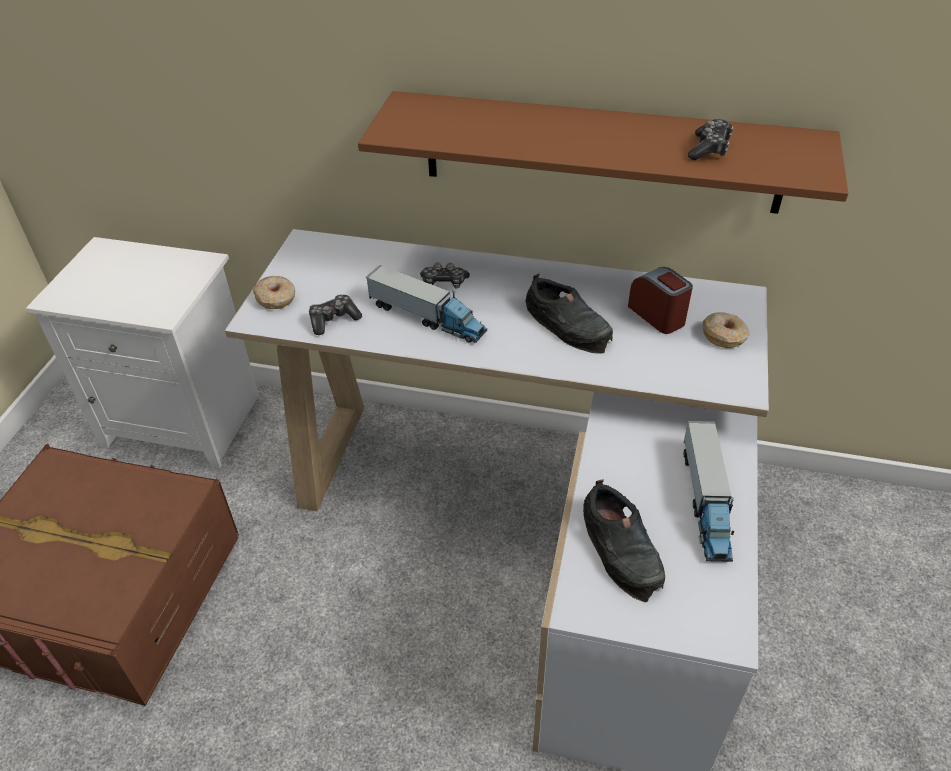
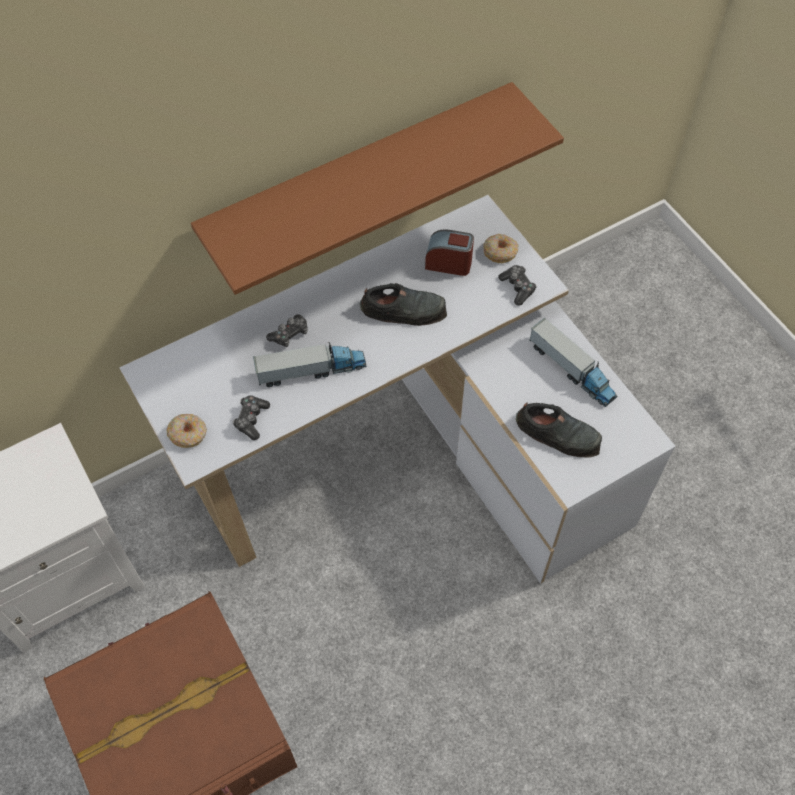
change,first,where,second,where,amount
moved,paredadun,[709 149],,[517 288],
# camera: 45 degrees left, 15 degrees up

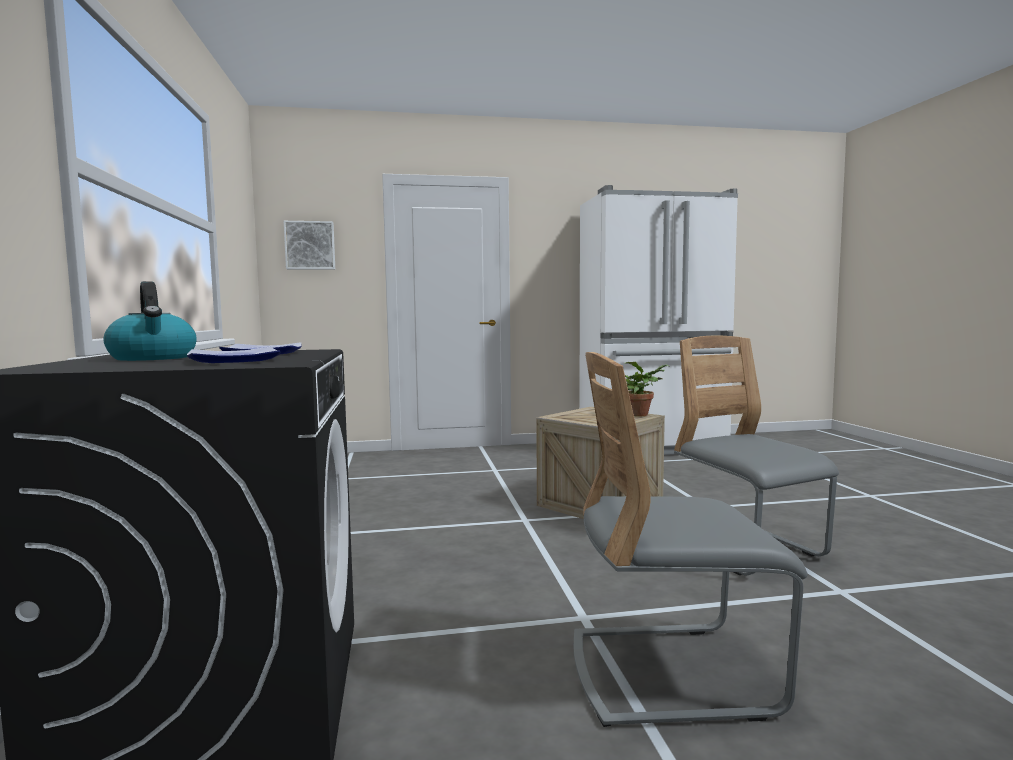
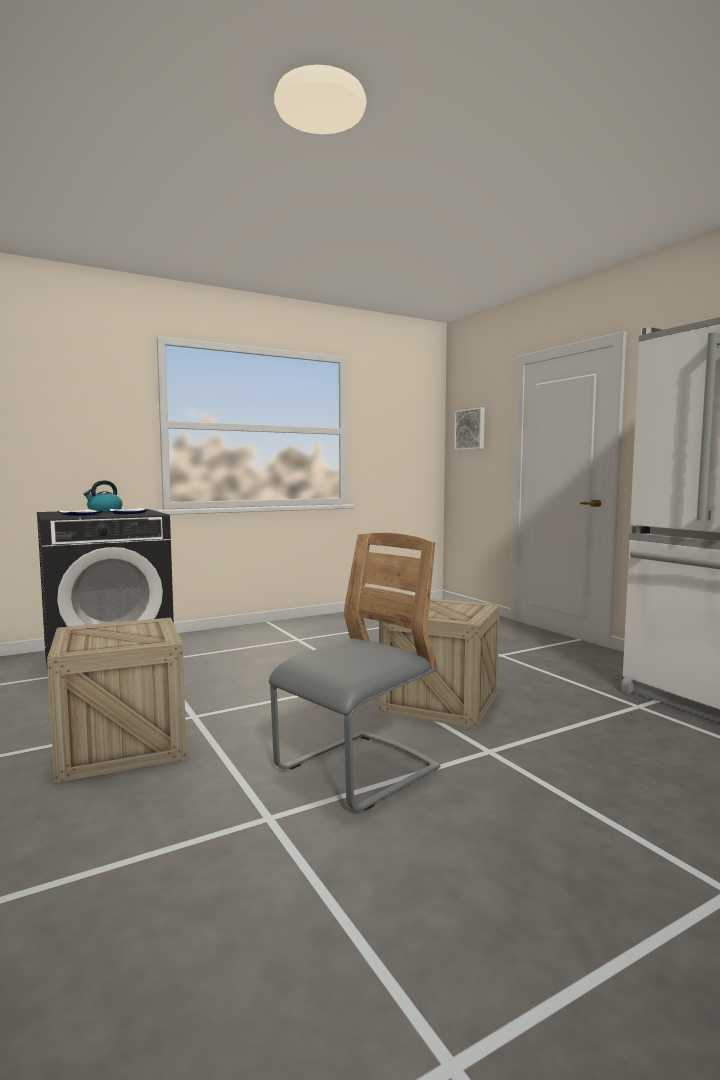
change,first,where,second,where,amount
removed,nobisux,[640 414],,,
replaced,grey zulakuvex,[671 672],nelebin,[121 745],
# camera: 70 degrees right, 0 degrees up

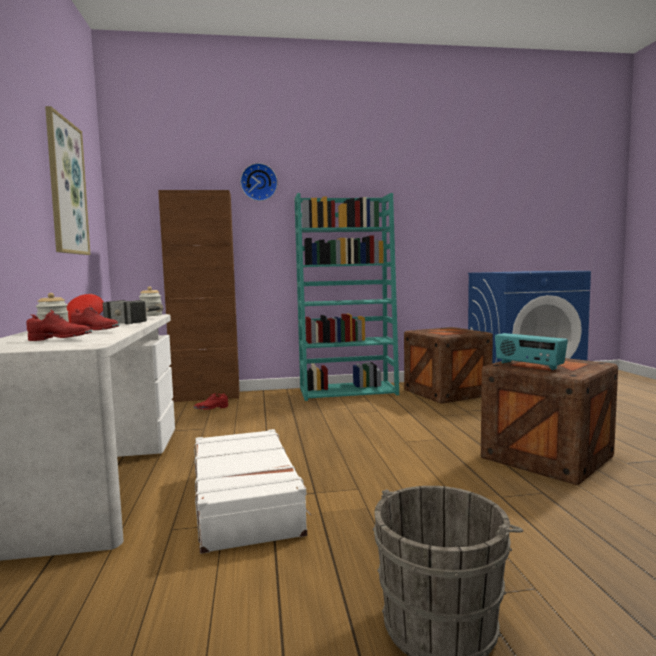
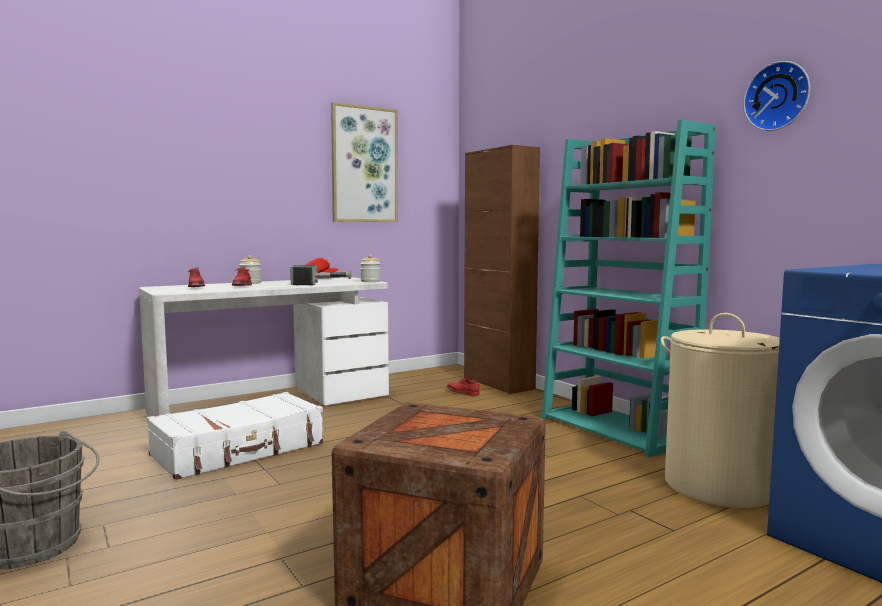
change,first,where,second,where,amount
removed,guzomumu,[528 365],,,
moved,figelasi,[259 182],,[778 97],
replaced,nelebin,[446 393],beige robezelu,[719 486],
# camera: 65 degrees right, 0 degrees up

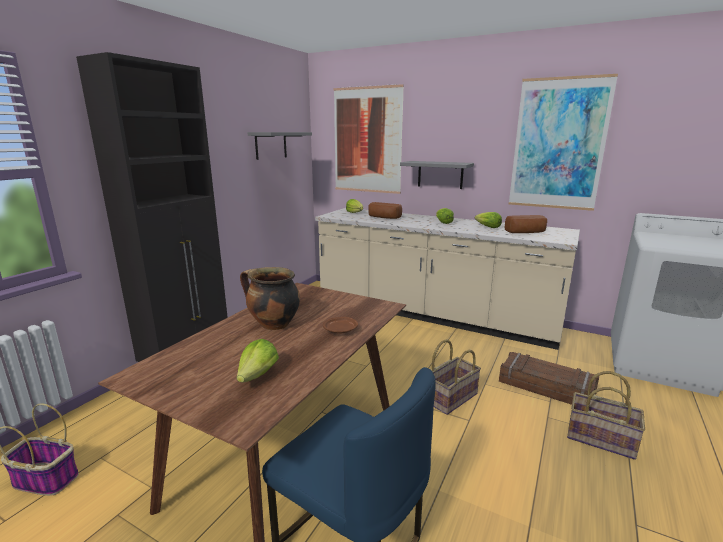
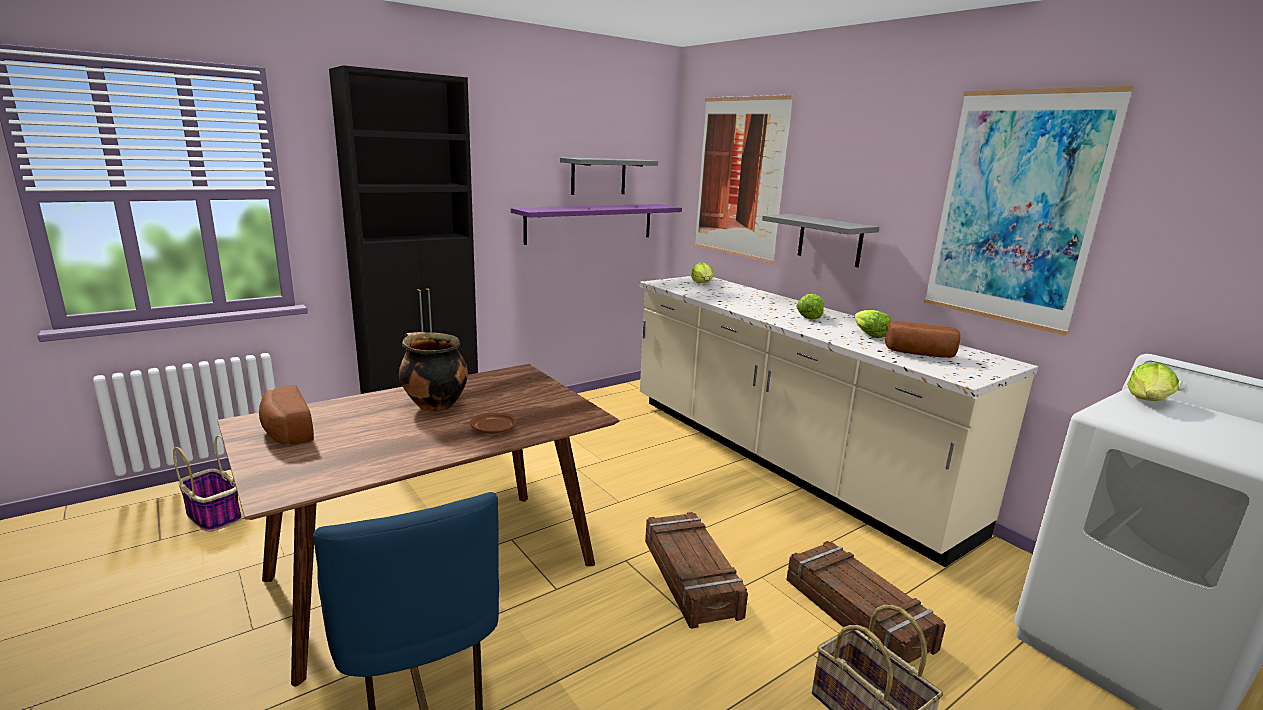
change,first,where,second,where,amount
added,,,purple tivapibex,[590 223],
moved,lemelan,[258 375],,[1148 401],
moved,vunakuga,[383 217],,[285 432],
replaced,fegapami,[451 397],nelebin,[691 577],
# camera: 25 degrees right, 0 degrees up

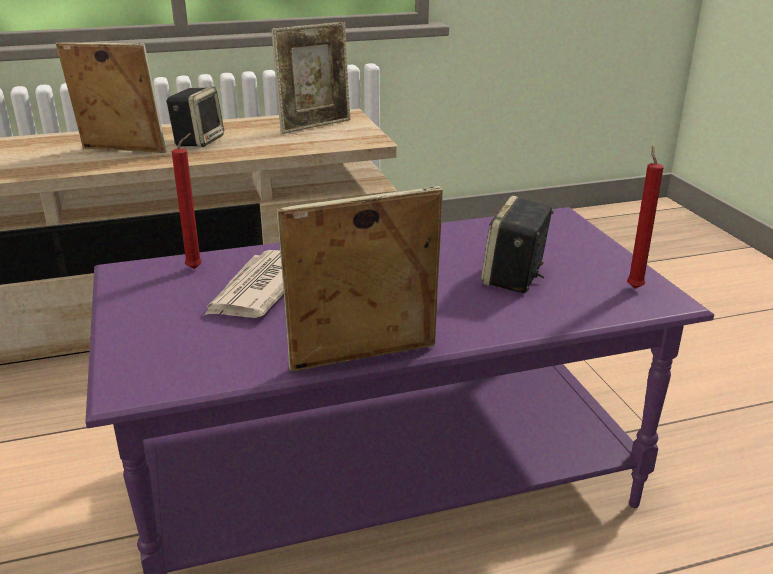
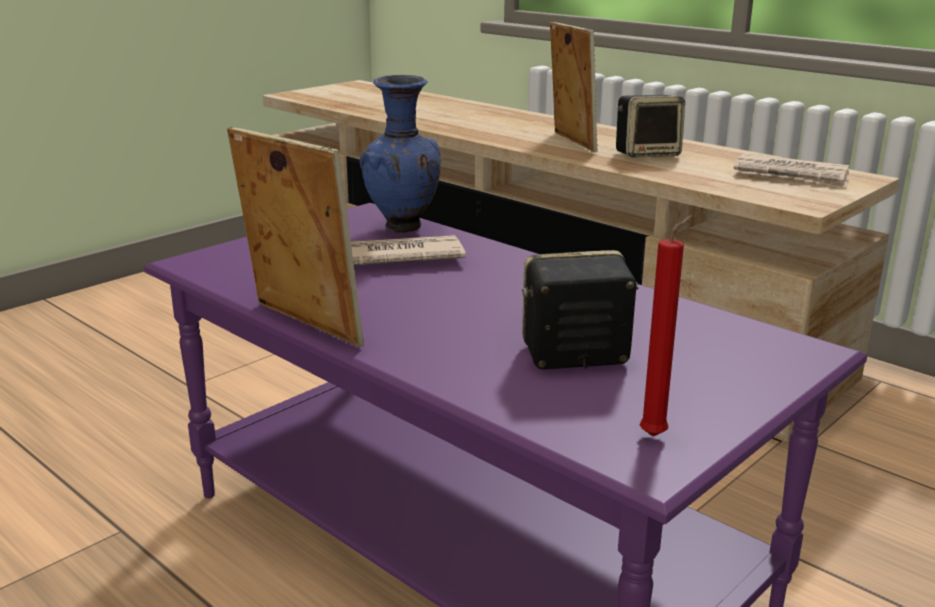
change,first,where,second,where,amount
replaced,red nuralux,[197 268],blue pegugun,[403 229],
replaced,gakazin,[315 126],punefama,[791 176],
# camera: 60 degrees right, 5 degrees down

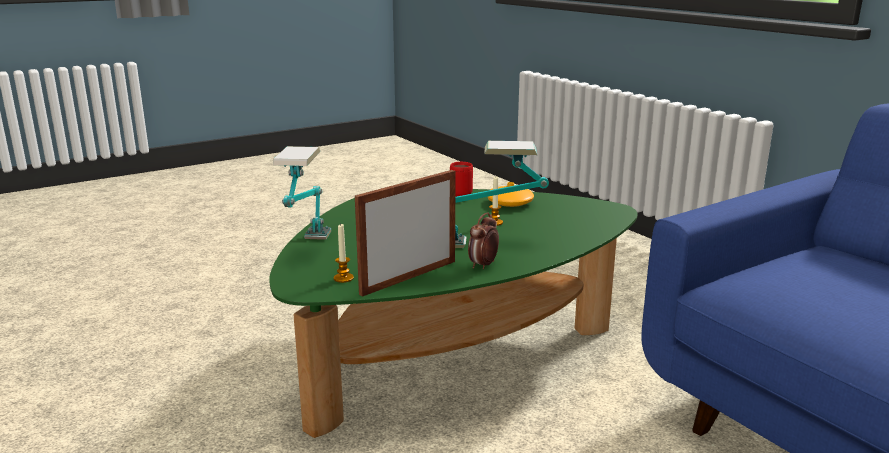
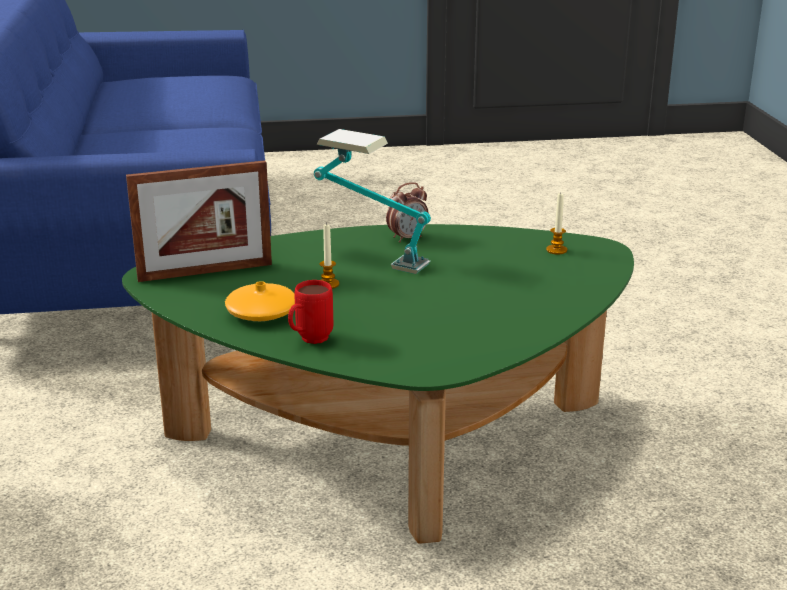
change,first,where,second,where,amount
removed,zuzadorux,[308 249],,,
moved,gakazin,[409 277],,[205 272],
# camera: 155 degrees left, 5 degrees up

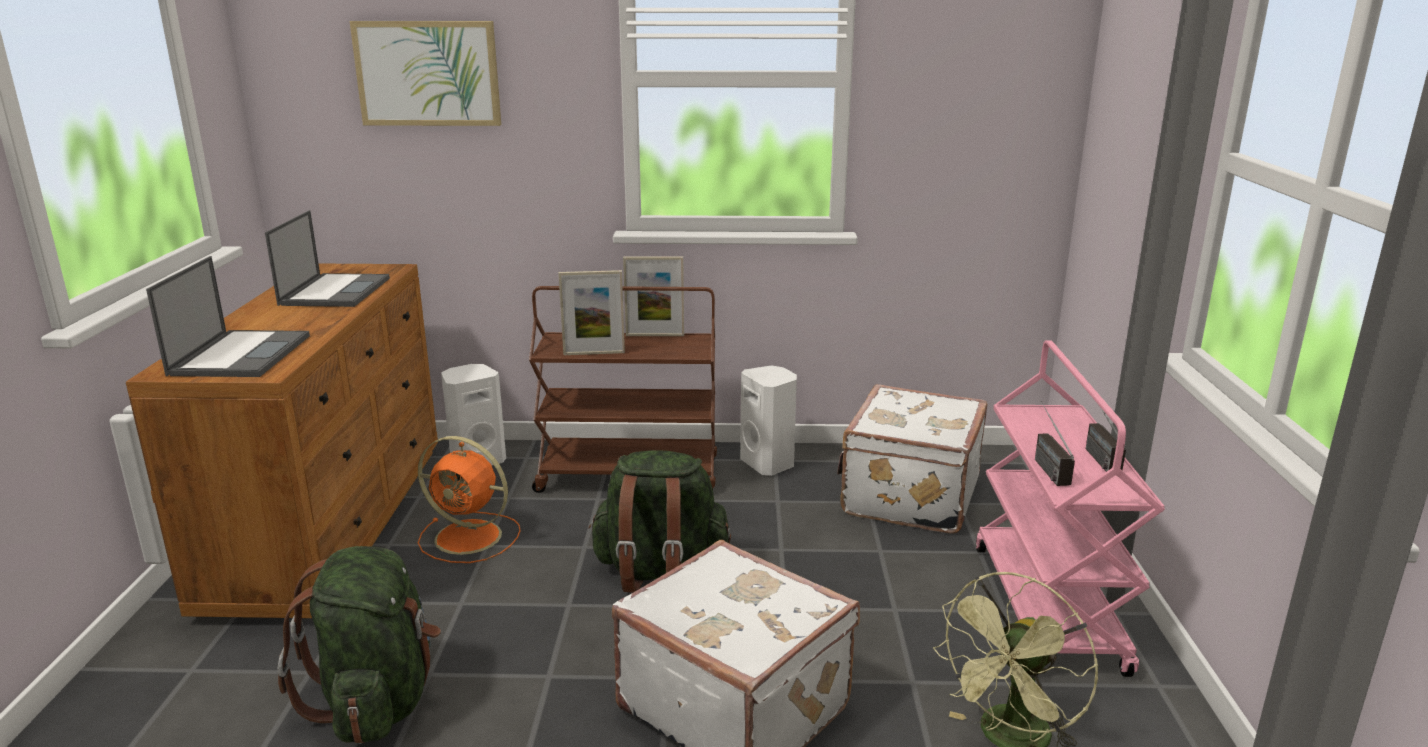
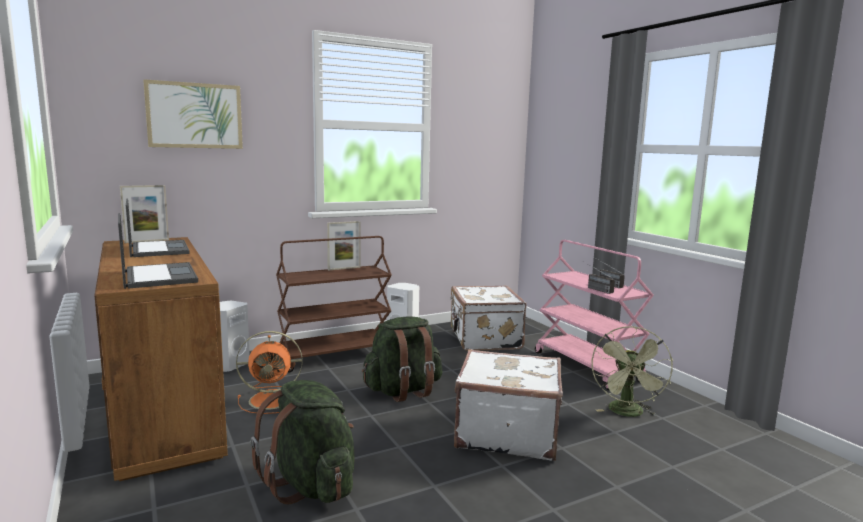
change,first,where,second,where,amount
moved,gakazin,[594 353],,[147 241],
# camera: 30 degrees left, 10 degrees down

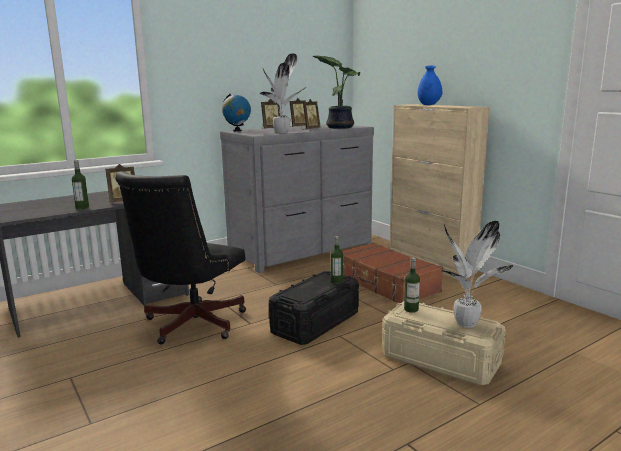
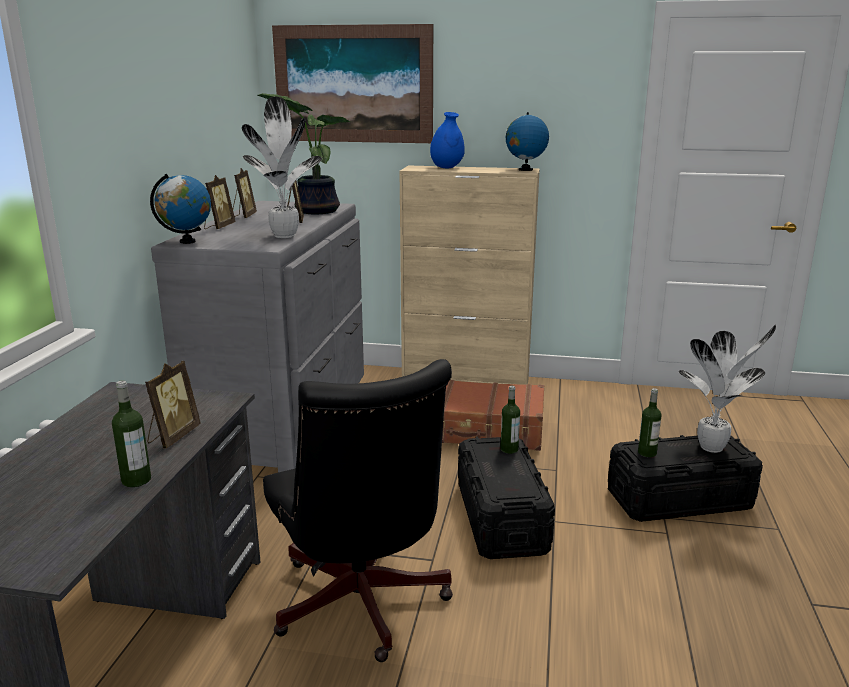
change,first,where,second,where,amount
added,,,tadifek,[353 84],
added,,,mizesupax,[525 170],
recoloured,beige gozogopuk,[440 360],black gozogopuk,[679 499],
# camera: 45 degrees left, 5 degrees up

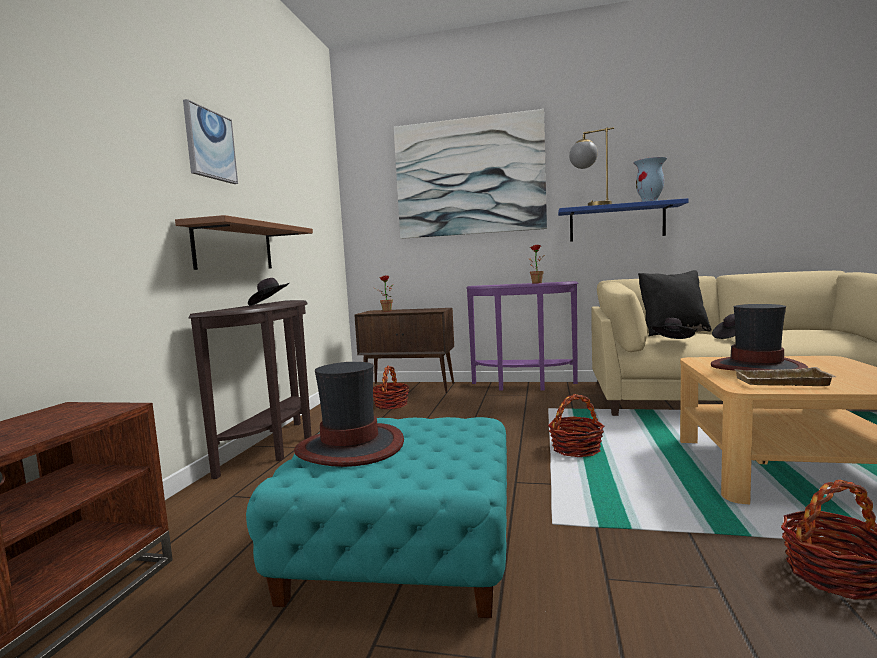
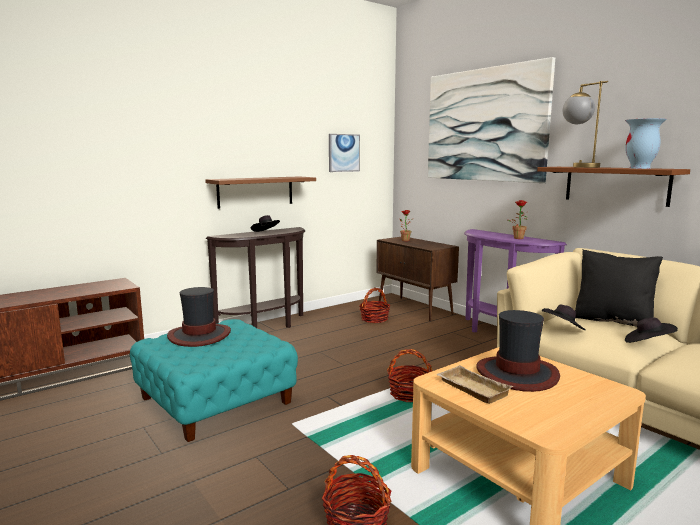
change,first,where,second,where,amount
moved,tadifek,[210 145],,[343 153],
recoloured,blue tivapibex,[616 223],brown tivapibex,[615 185],
# camera: 40 degrees right, 5 degrees up

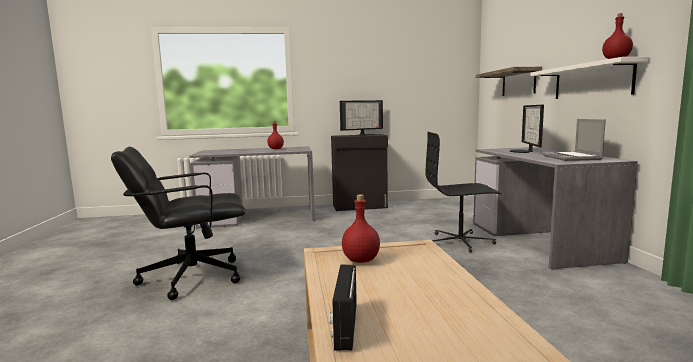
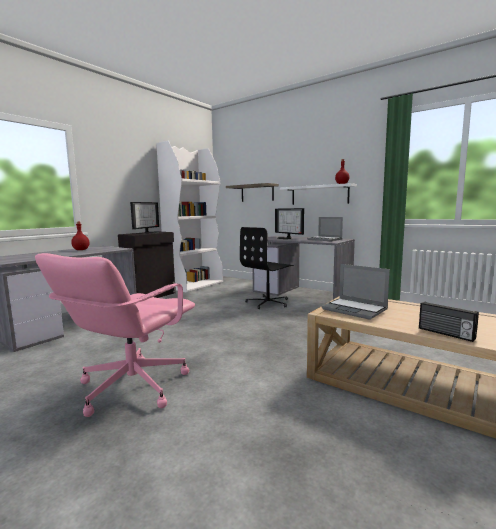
change,first,where,second,where,amount
added,,,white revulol,[195 285],
replaced,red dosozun,[361 260],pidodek,[355 309],
recoloured,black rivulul,[191 277],pink rivulul,[131 387],
# camera: 45 degrees left, 0 degrees up

